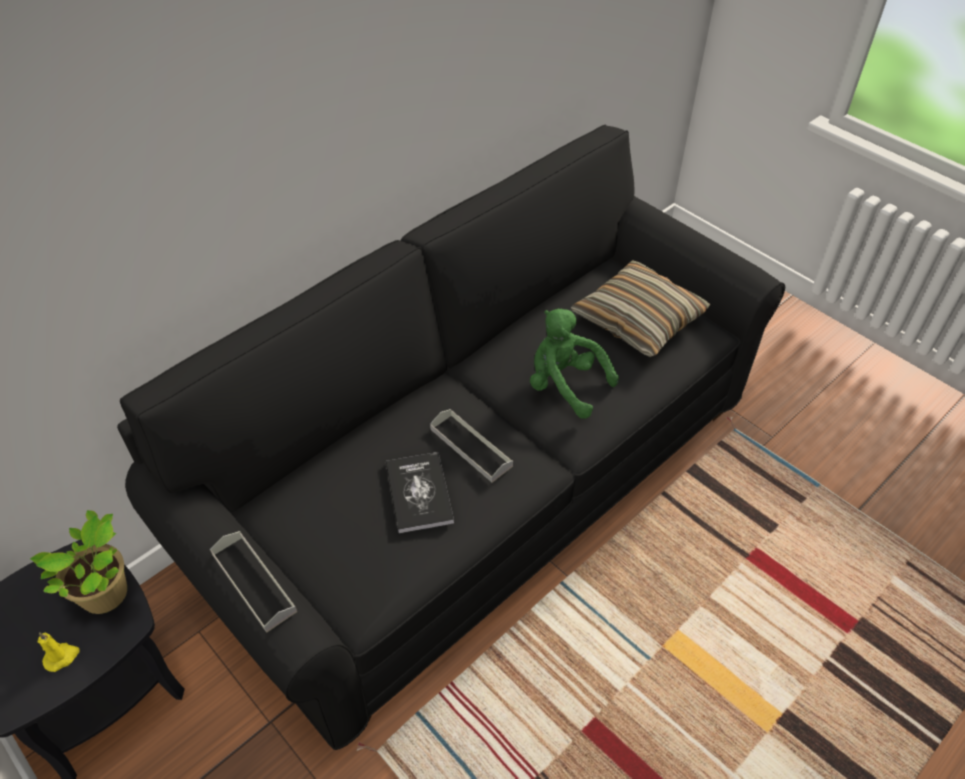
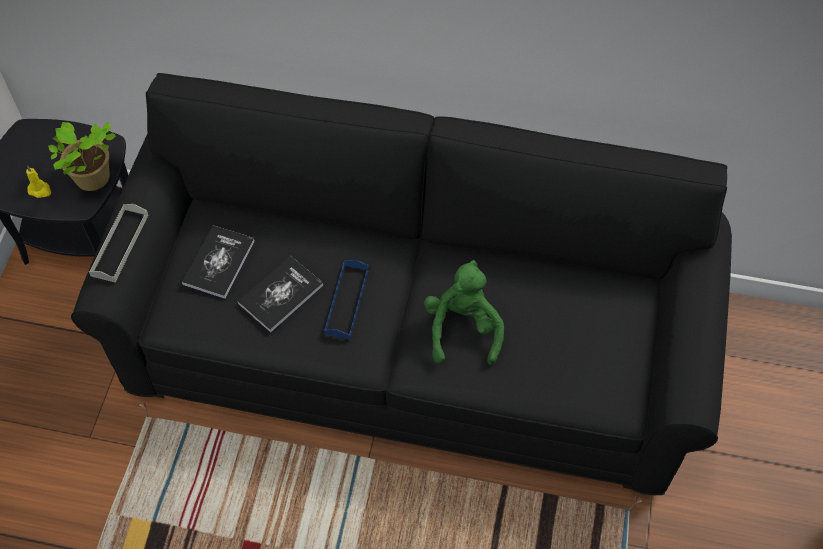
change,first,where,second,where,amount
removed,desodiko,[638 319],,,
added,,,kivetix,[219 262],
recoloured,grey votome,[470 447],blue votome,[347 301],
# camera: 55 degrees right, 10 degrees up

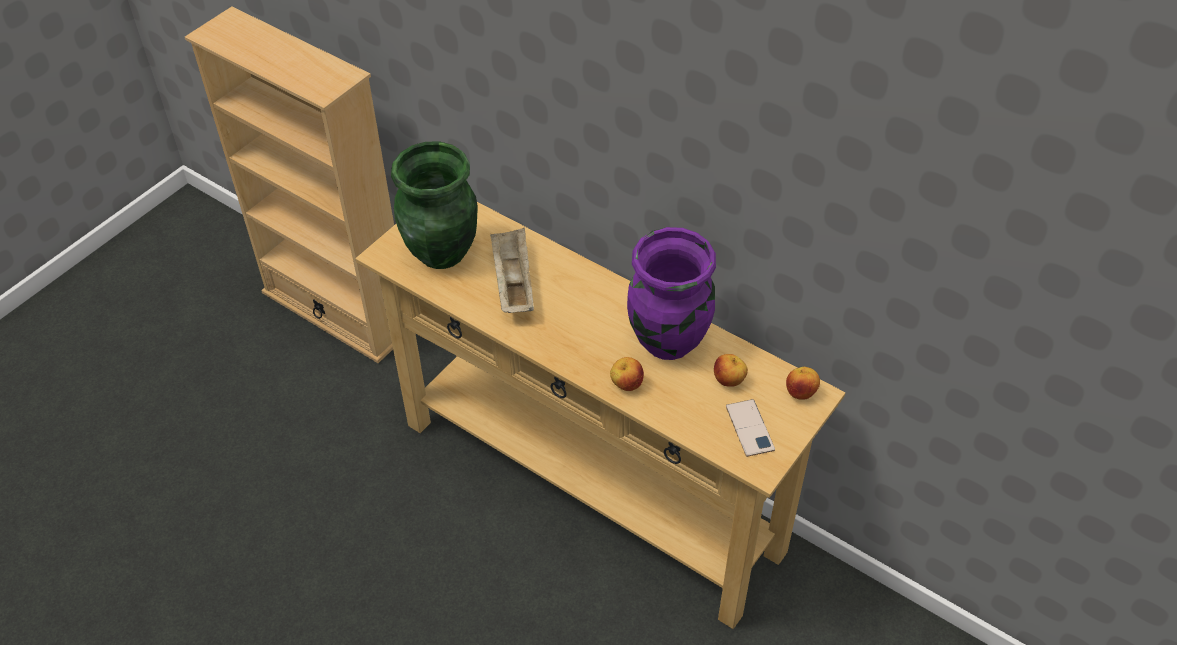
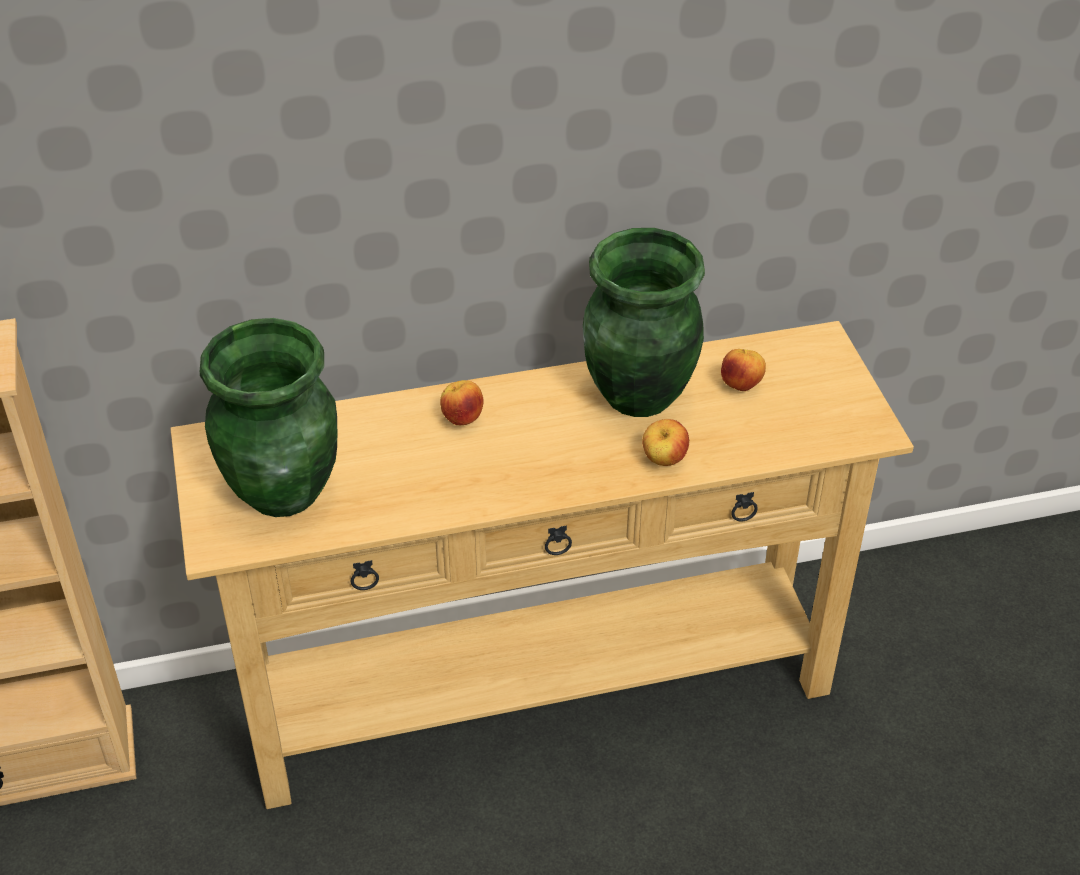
change,first,where,second,where,amount
removed,beige votome,[513 283],,,
removed,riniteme,[749 428],,,
moved,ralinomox,[800 393],,[462 419],
recoloured,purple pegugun,[667 342],green pegugun,[639 396],
# camera: 50 degrees left, 5 degrees down

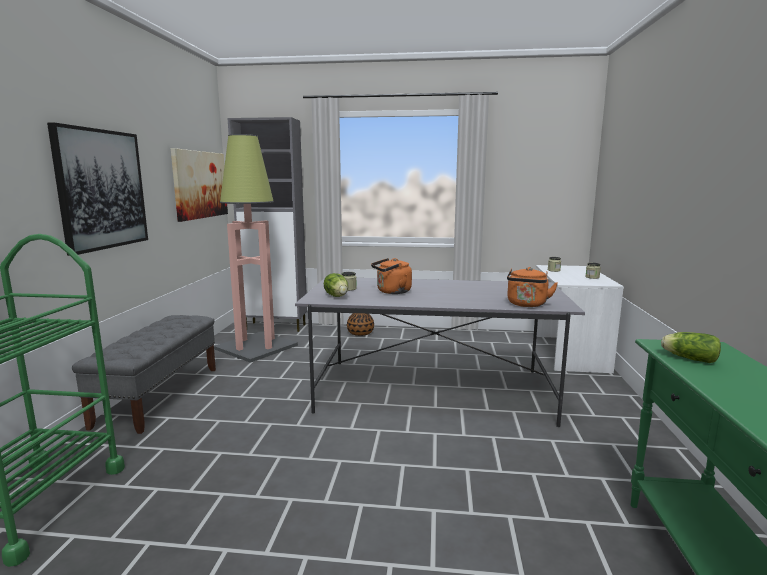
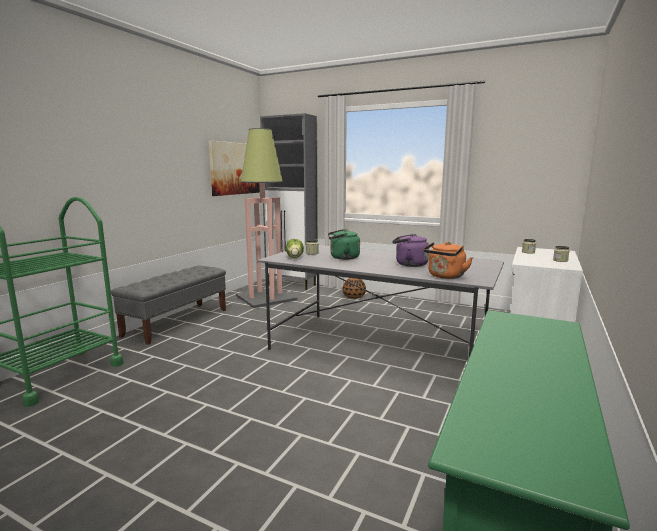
change,first,where,second,where,amount
removed,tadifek,[102 189],,,
removed,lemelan,[688 358],,,
added,,,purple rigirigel,[409 264],
recoloured,orange rigirigel,[392 292],green rigirigel,[342 258],
# camera: 20 degrees right, 0 degrees up

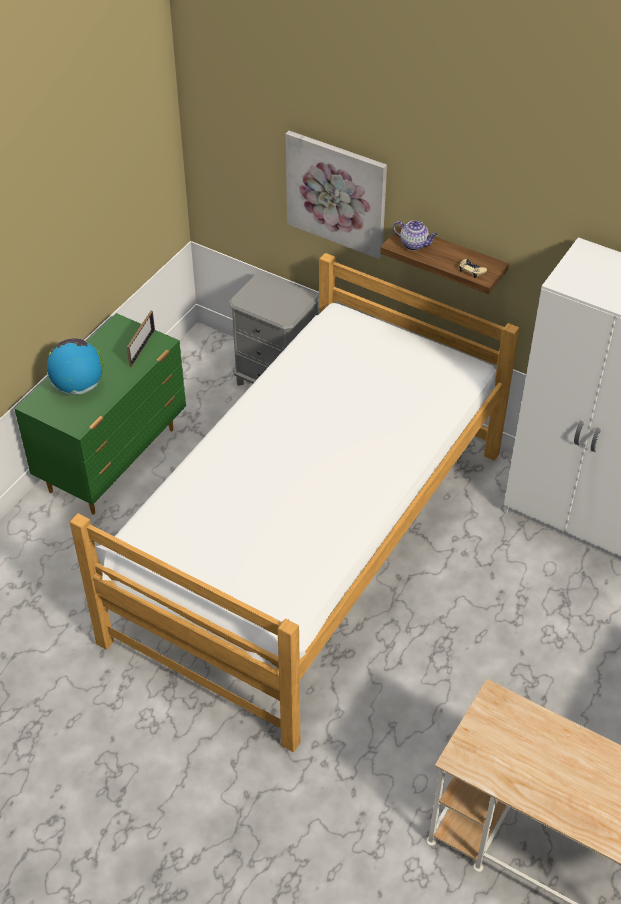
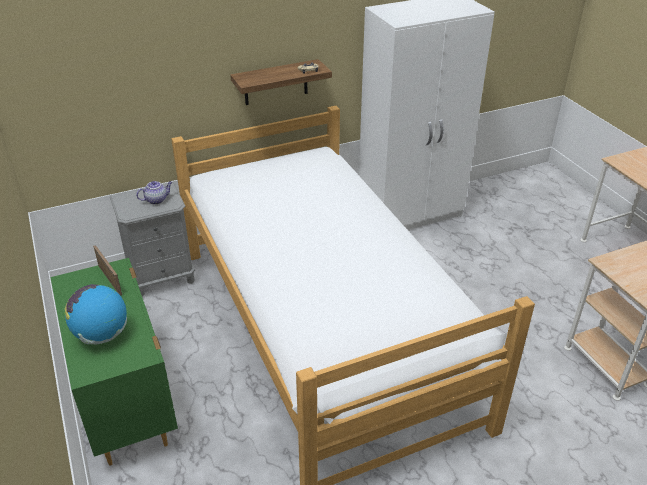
change,first,where,second,where,amount
removed,tadifek,[337 193],,,
moved,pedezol,[414 244],,[157 200],
# camera: 55 degrees left, 10 degrees down

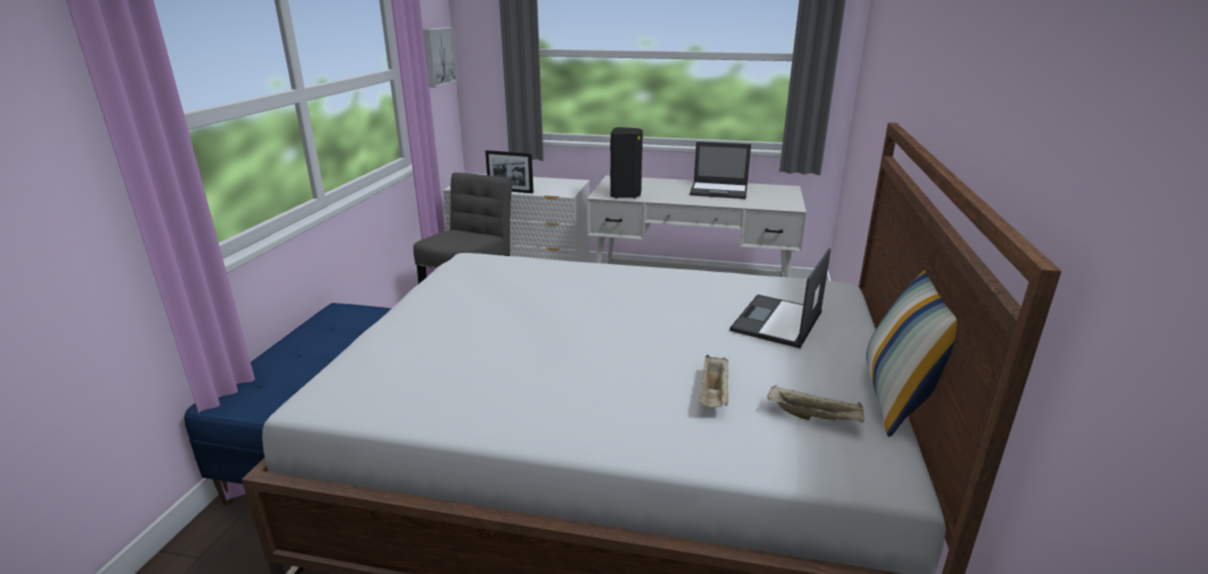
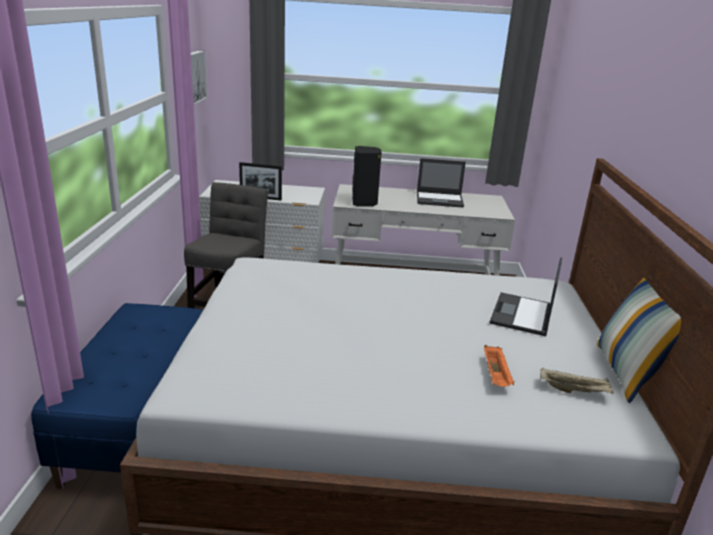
change,first,where,second,where,amount
recoloured,beige votome,[714 394],orange votome,[496 376],
# camera: 10 degrees left, 0 degrees up

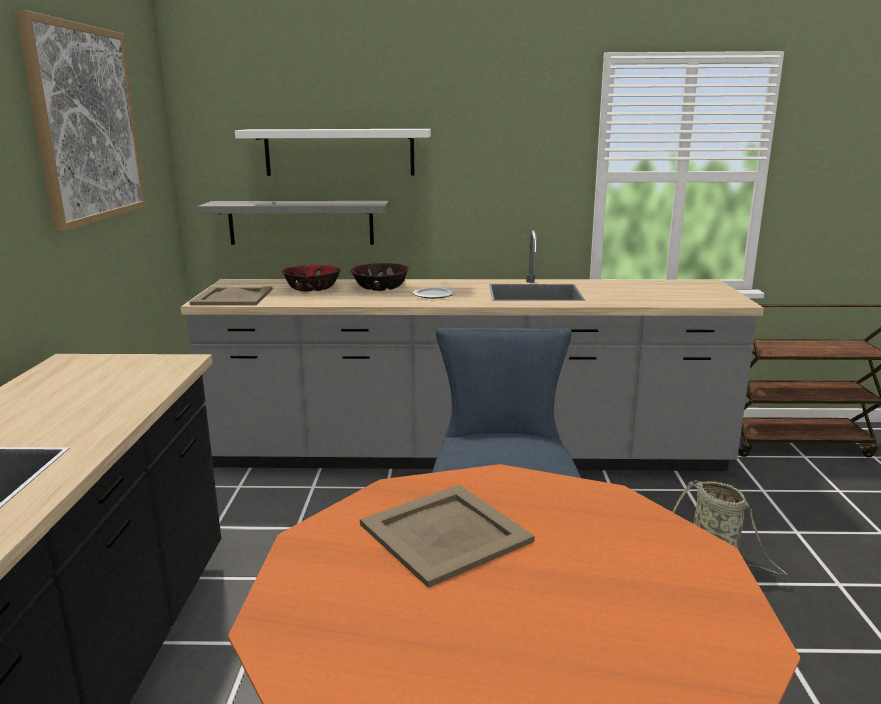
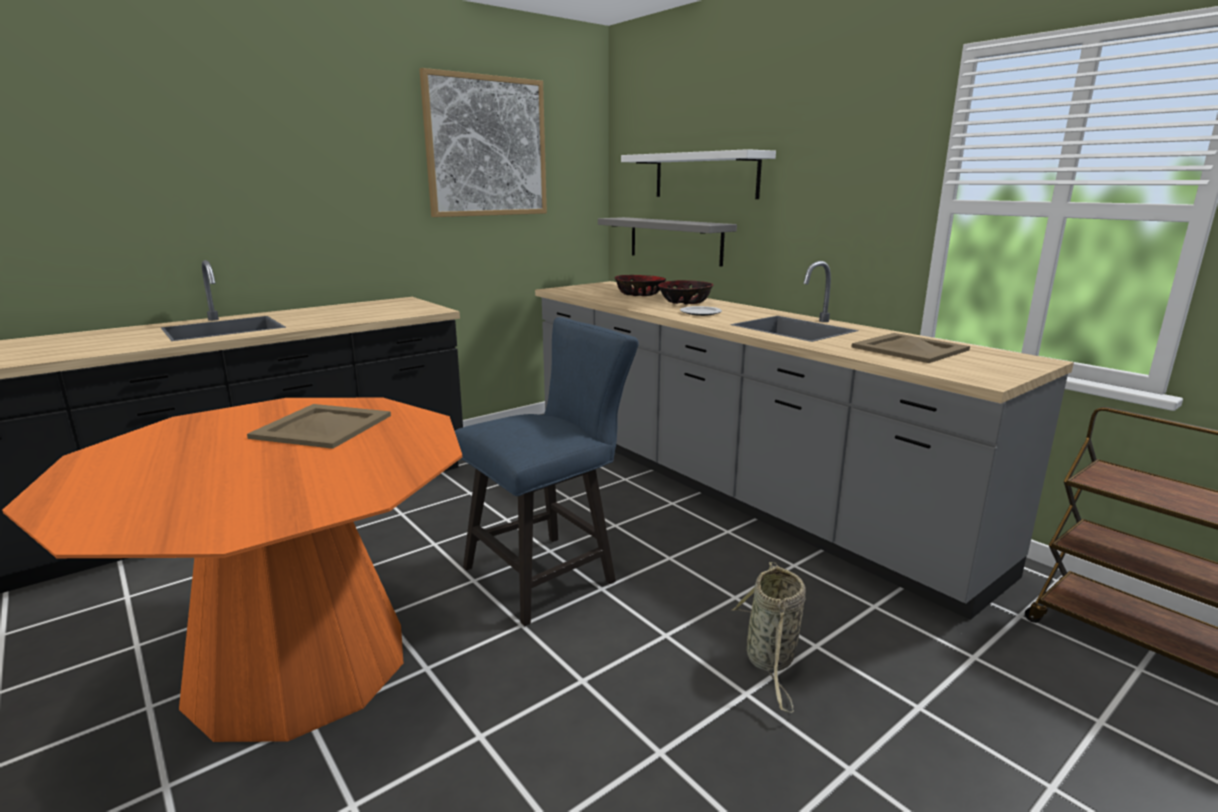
change,first,where,second,where,amount
moved,beige votome,[233 296],,[911 348],
# camera: 50 degrees right, 0 degrees up

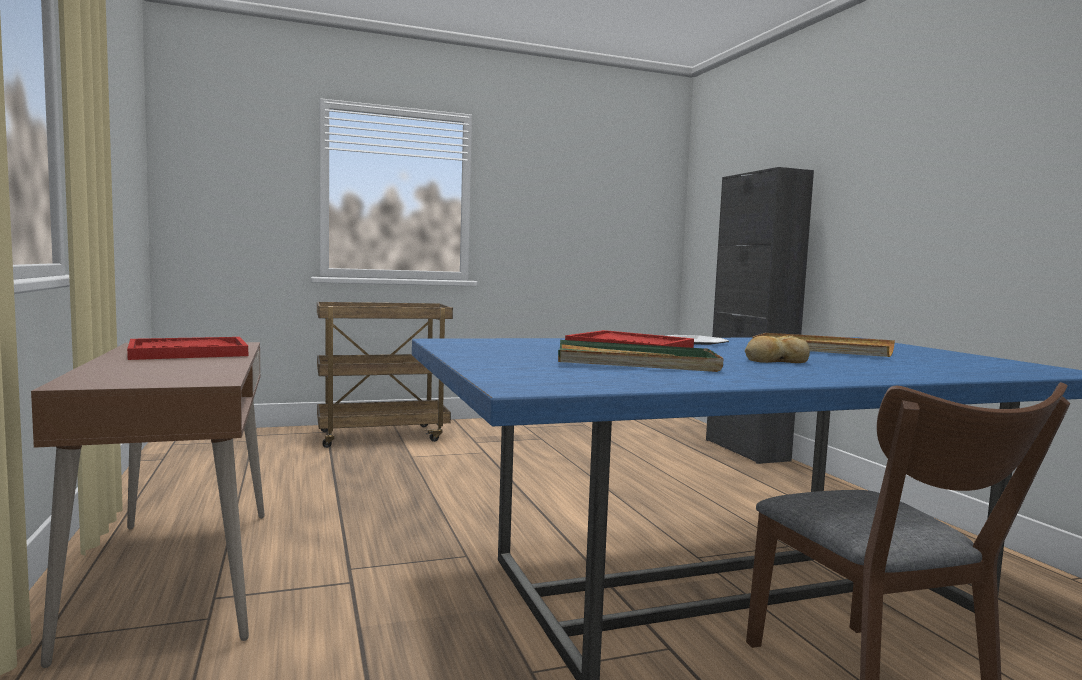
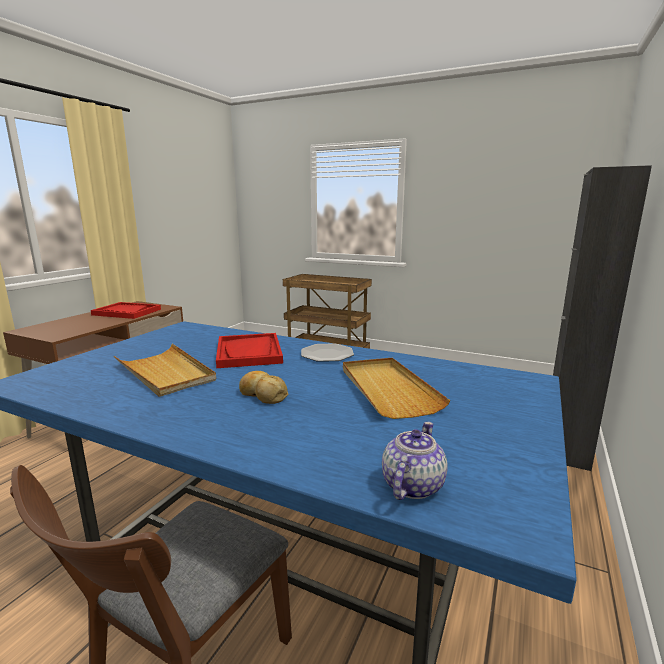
change,first,where,second,where,amount
added,,,pedezol,[411 486],
recoloured,green votome,[636 363],beige votome,[165 373],
# camera: 45 degrees right, 10 degrees up

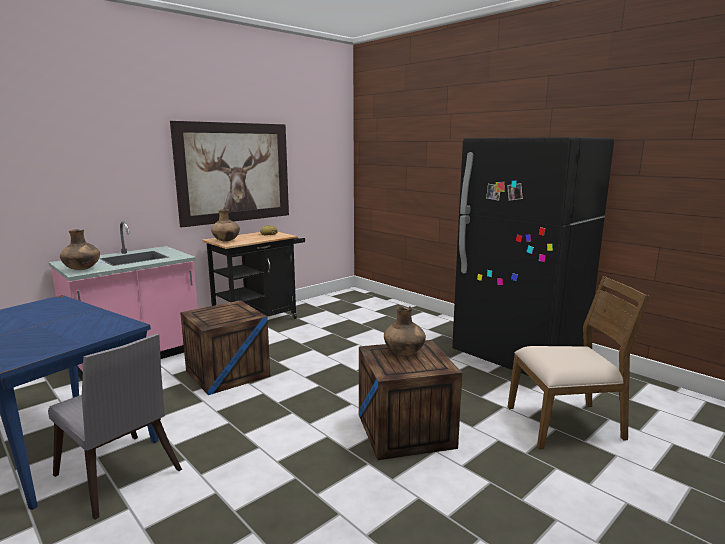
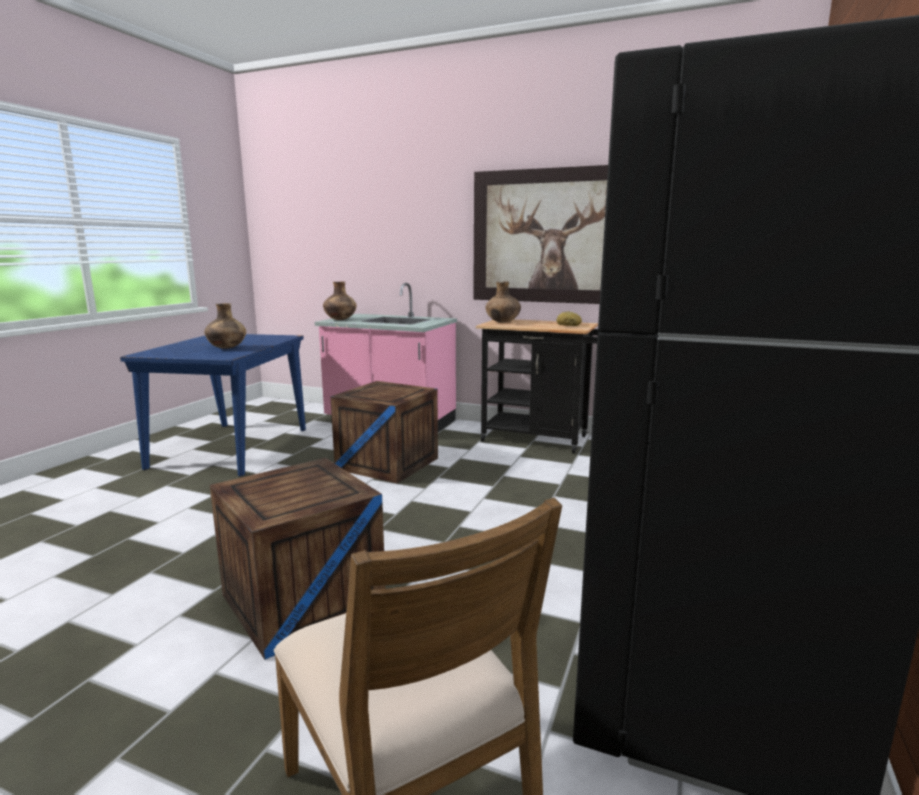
change,first,where,second,where,amount
removed,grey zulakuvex,[120 478],,,
moved,brown pegugun,[404 353],,[227 348],
# camera: 65 degrees right, 0 degrees up

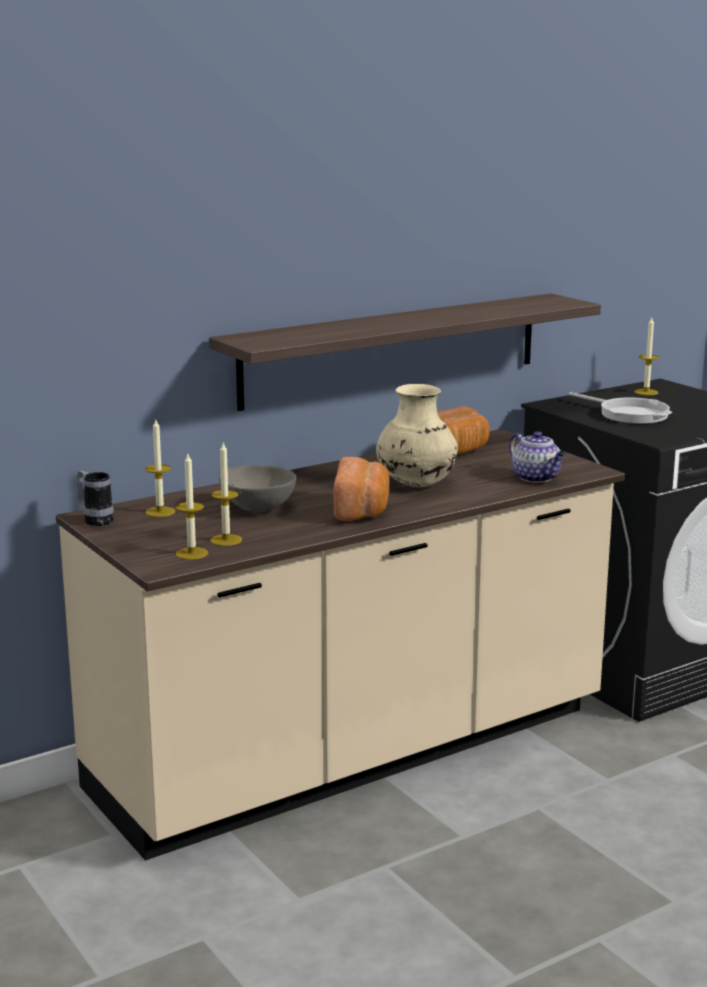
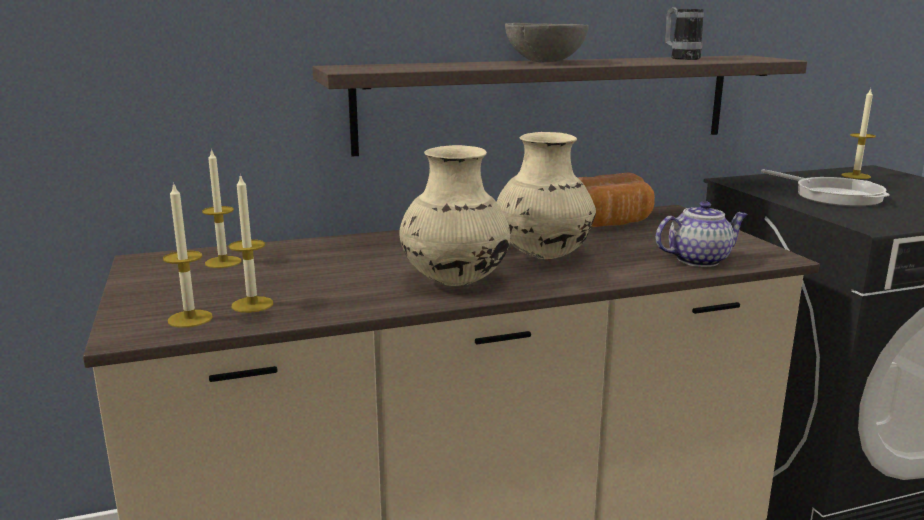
change,first,where,second,where,amount
moved,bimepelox,[95 520],,[680 58],
moved,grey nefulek,[258 508],,[545 62],
replaced,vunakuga,[362 510],beige pegugun,[454 281],
turned,pedezol,[537 478],,[699 260],90 degrees counterclockwise
# camera: 15 degrees right, 0 degrees up

